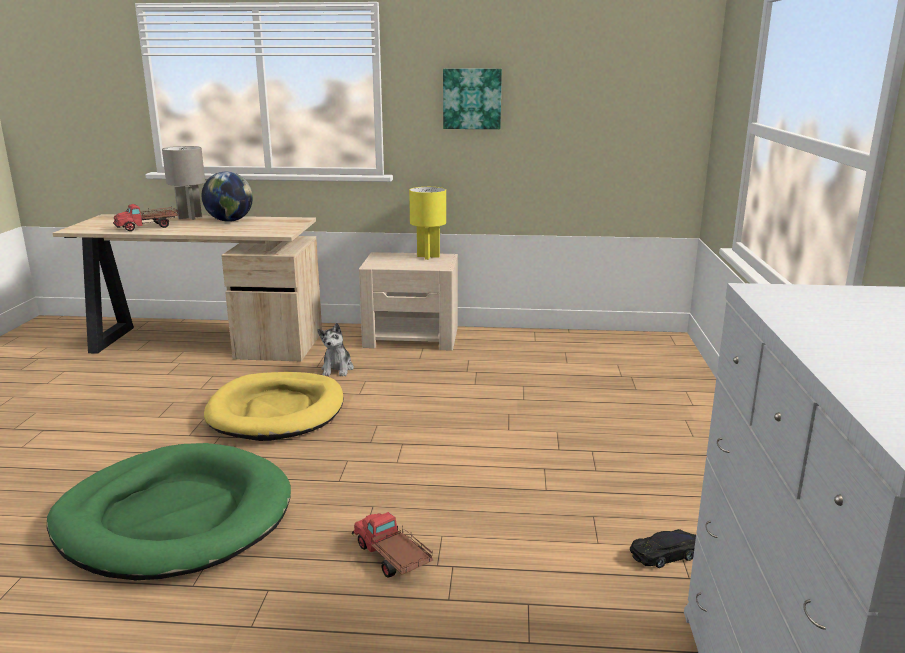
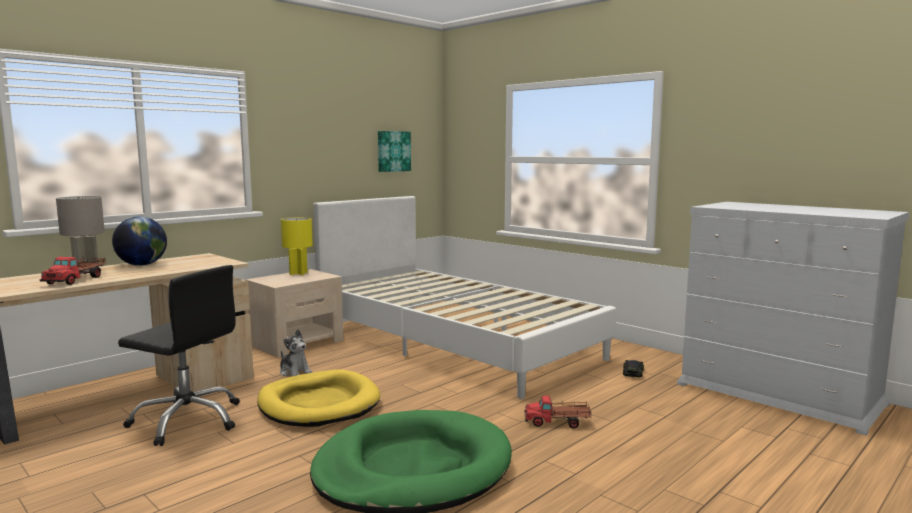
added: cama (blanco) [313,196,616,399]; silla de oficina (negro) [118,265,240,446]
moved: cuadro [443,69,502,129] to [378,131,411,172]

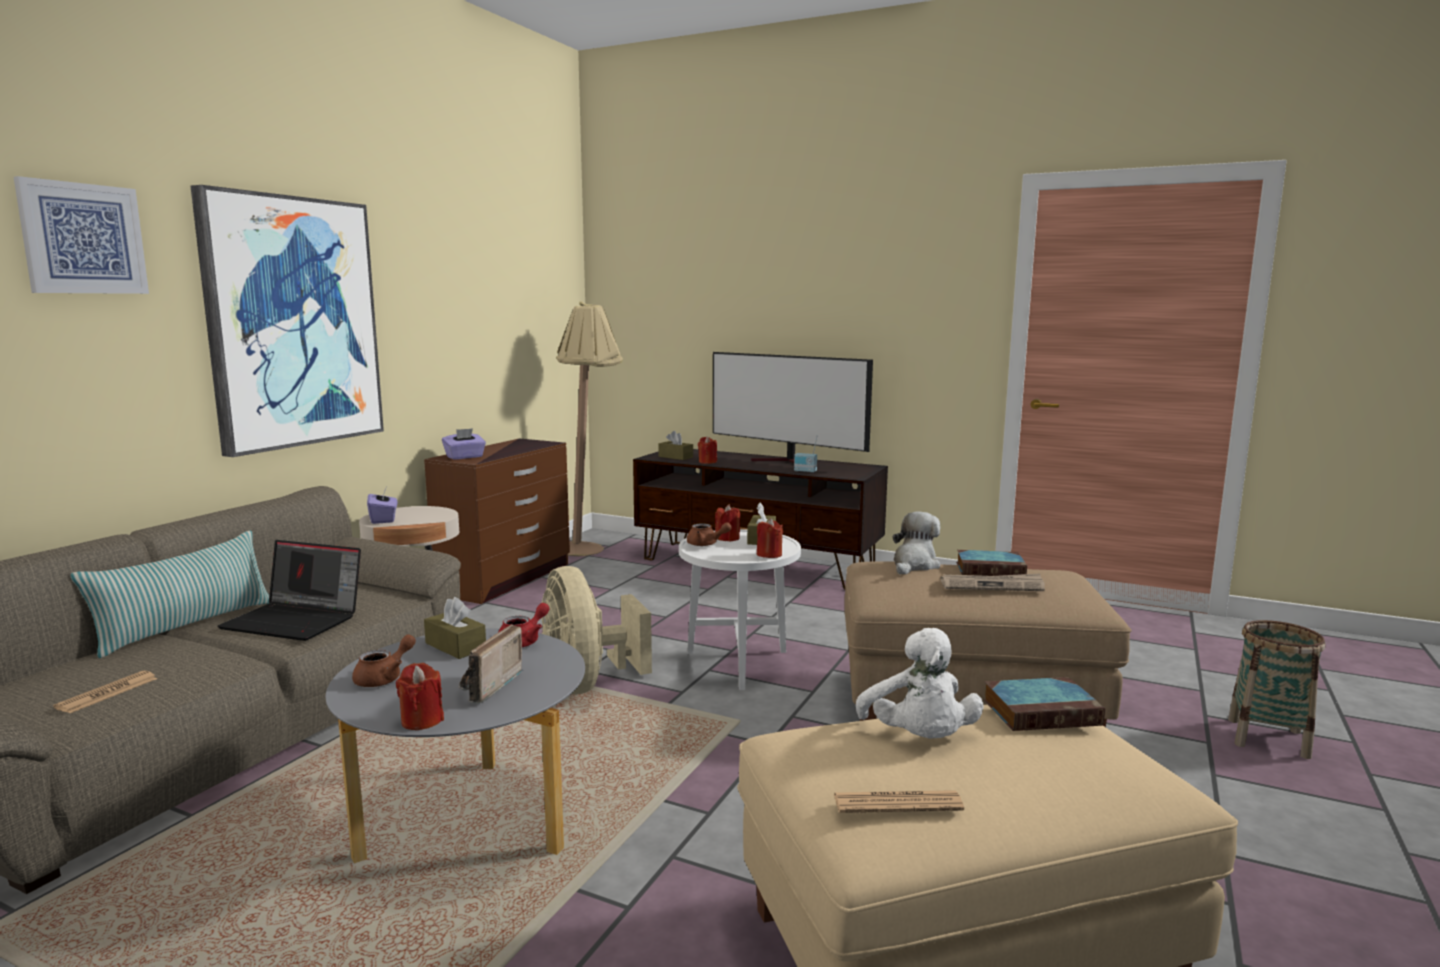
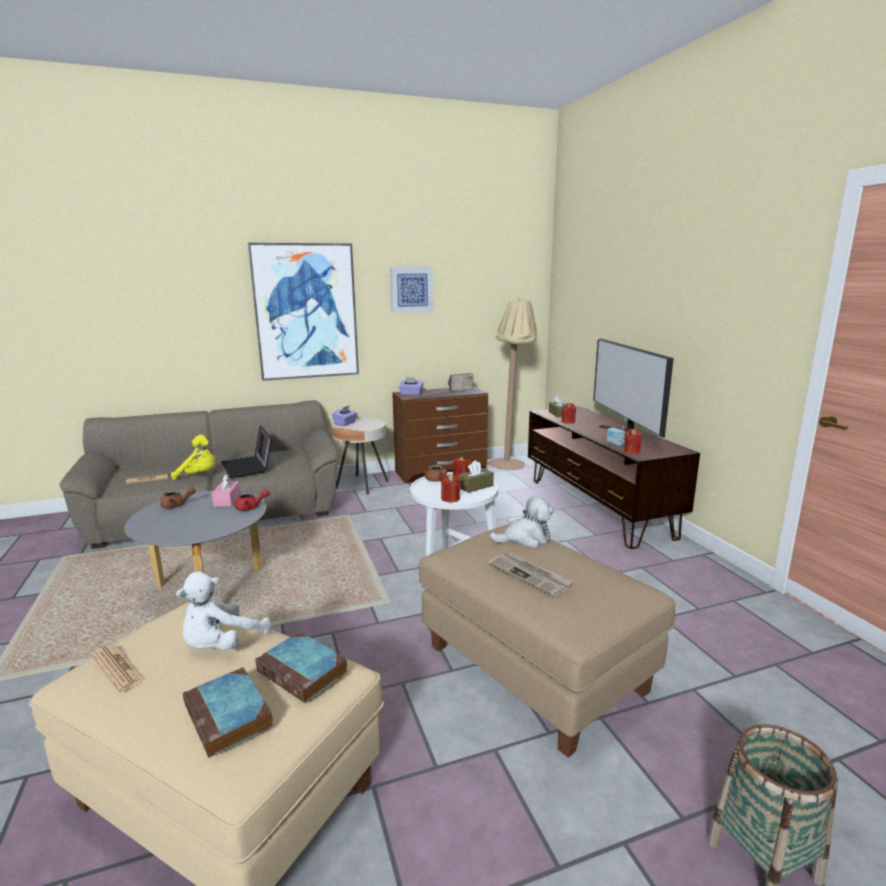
removed: cojín [71,531,270,658]; ventilador (beis) [541,566,652,695]
added: peluche (amarillo) [171,435,215,480]
moved: cuadro [14,176,149,294] to [390,267,434,313]; libro [956,550,1027,576] to [183,667,273,758]; radio [459,624,523,704] to [448,373,473,392]; vela (rojo) [396,663,444,730] to [624,429,642,454]
recoloured: caja de pañuelos (marrón) [424,597,486,659] to caja de pañuelos (rosa) [212,474,240,507]

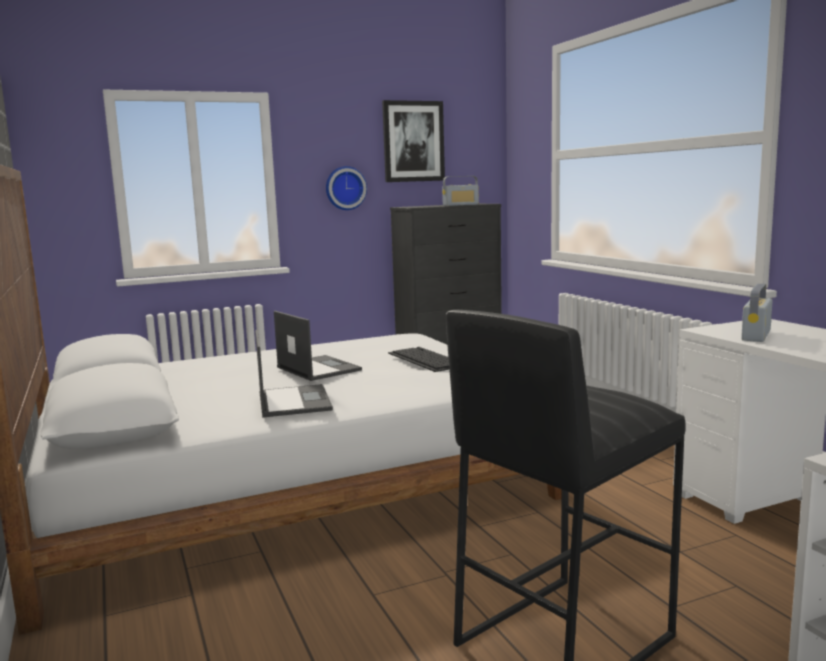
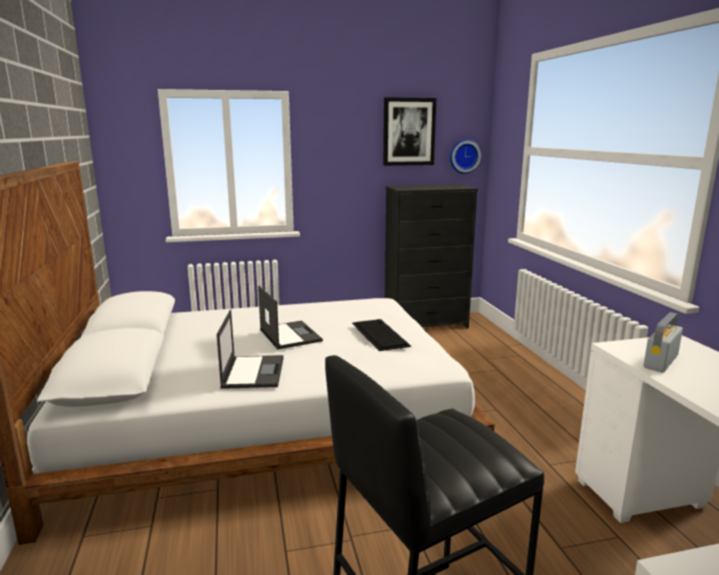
removed: radio [442,176,479,206]
moved: reloj de pared [326,166,367,210] to [450,139,481,174]

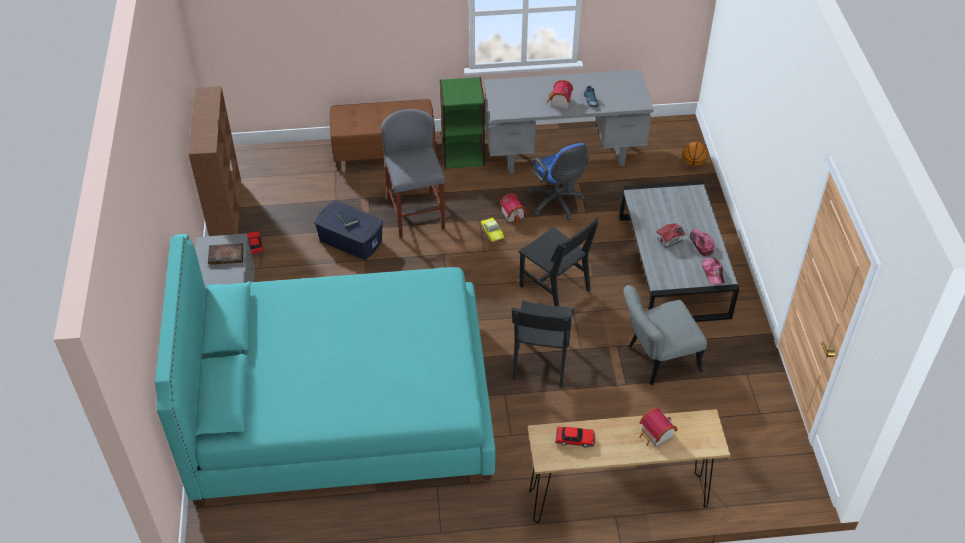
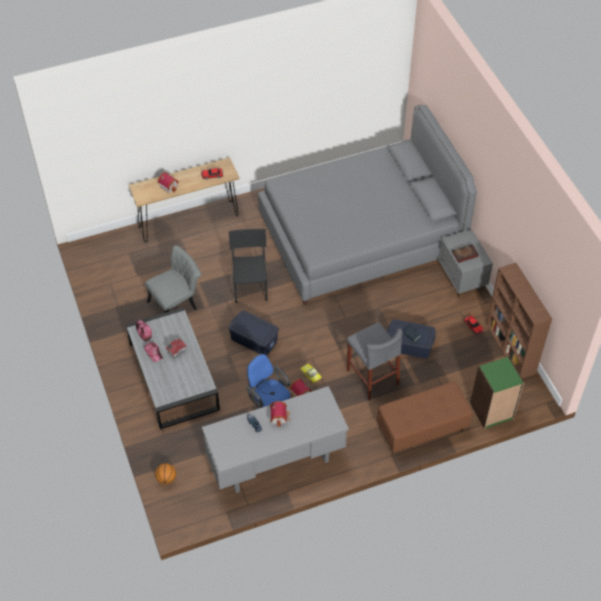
moved: estantería (verde) [440,77,485,169] to [470,356,524,429]
replaced: silla (negro) [518,217,598,307] to caja de almacenaje (azul) [229,311,279,355]
recoloured: cama (turquesa) [155,234,495,506] to cama (gris) [258,105,477,305]

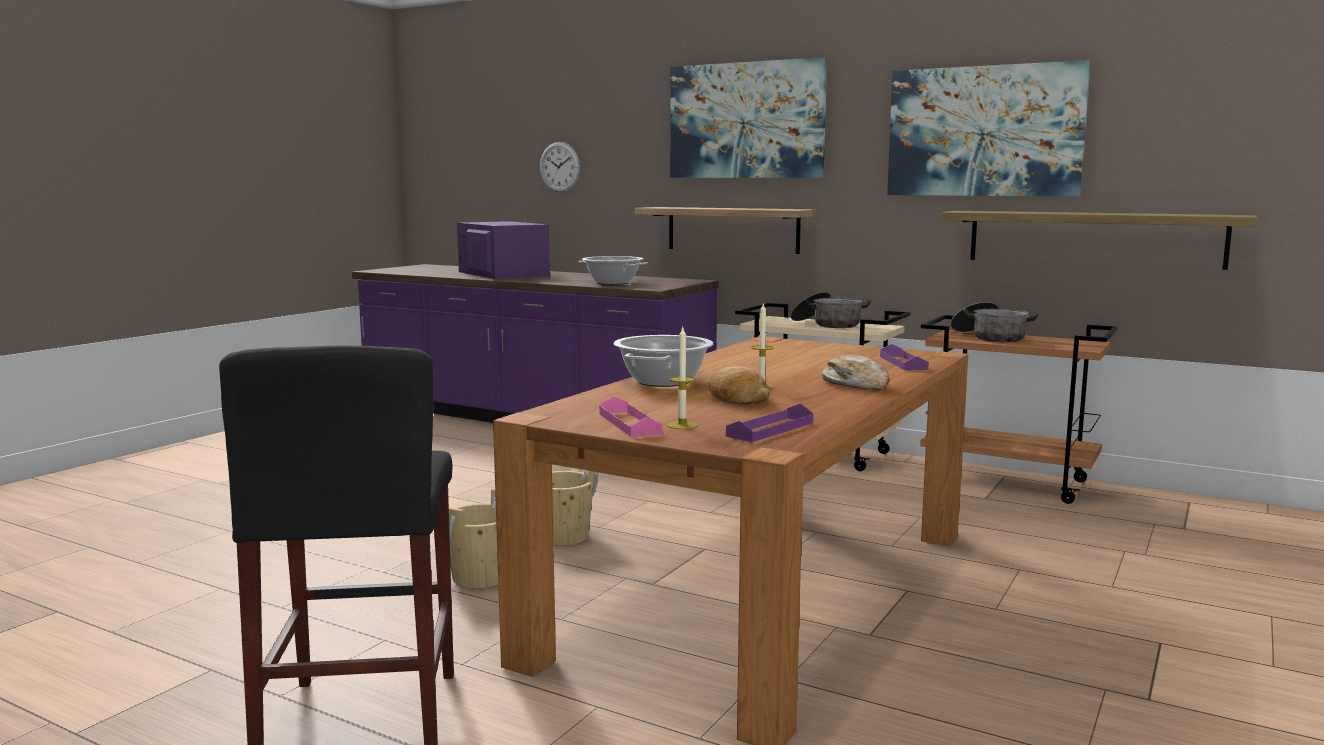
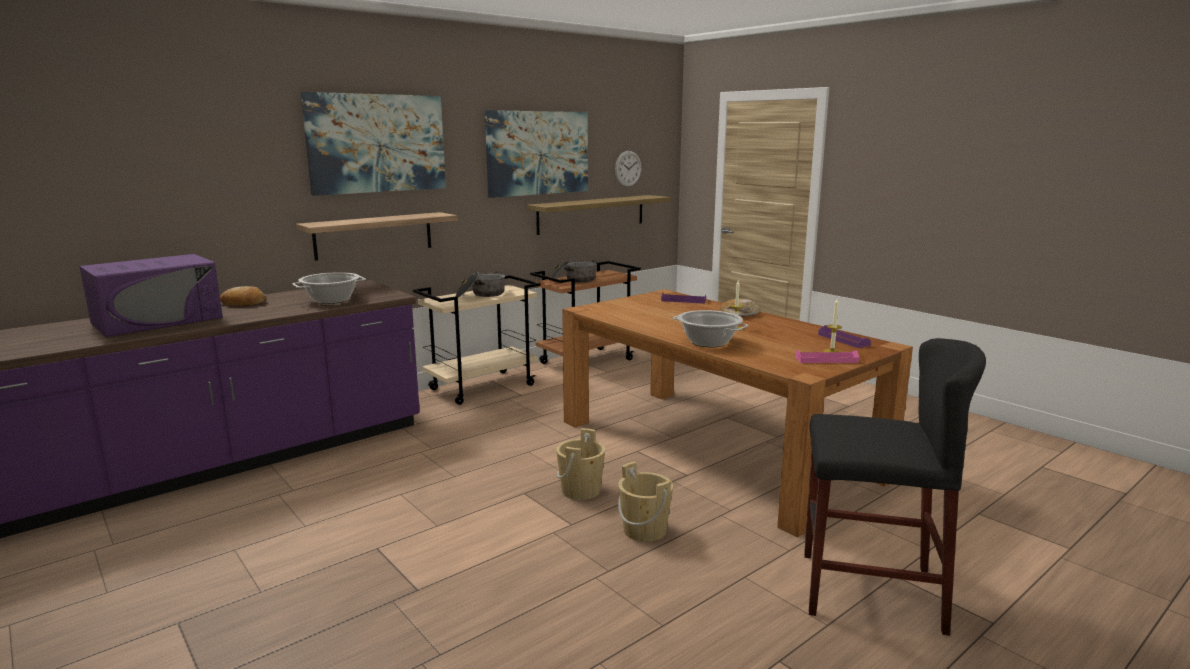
moved: reloj de pared [540,142,580,192] to [615,151,642,187]; pan [709,366,770,405] to [220,286,267,306]
turned: microondas (morado) [457,221,550,279] = [79,254,223,337] 150 degrees clockwise

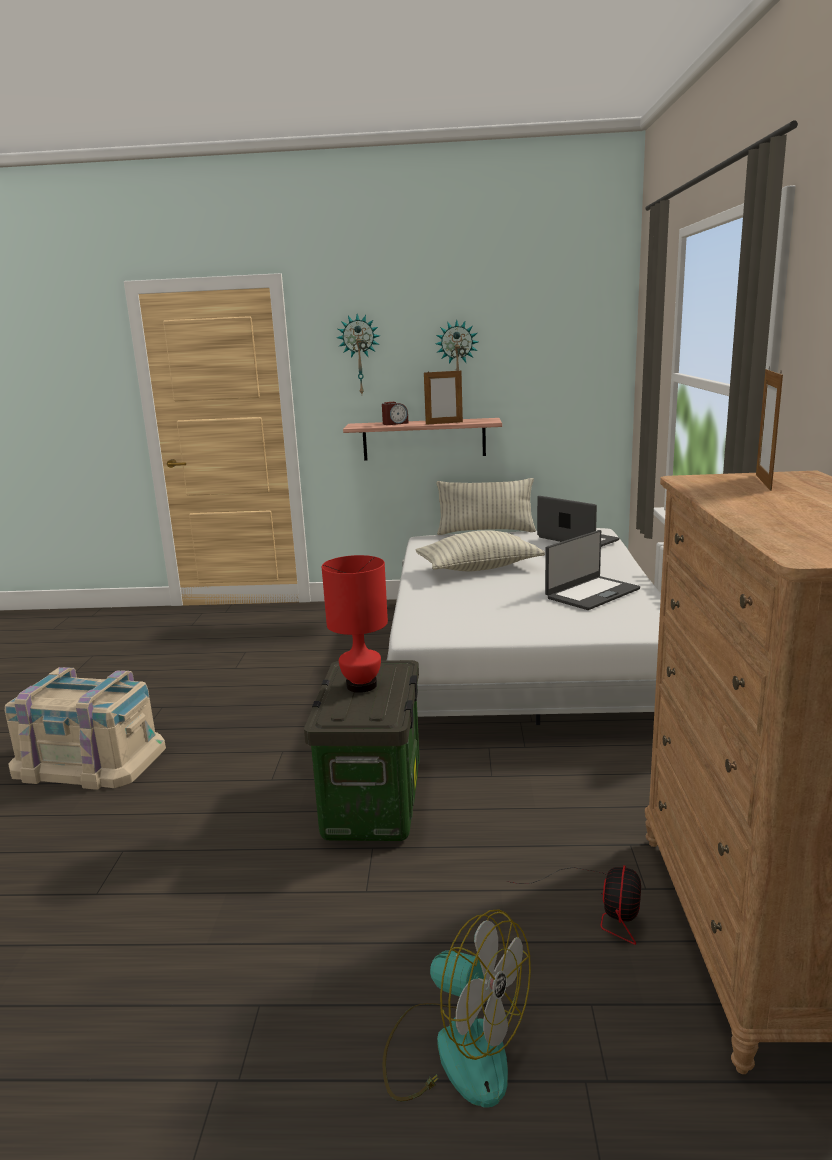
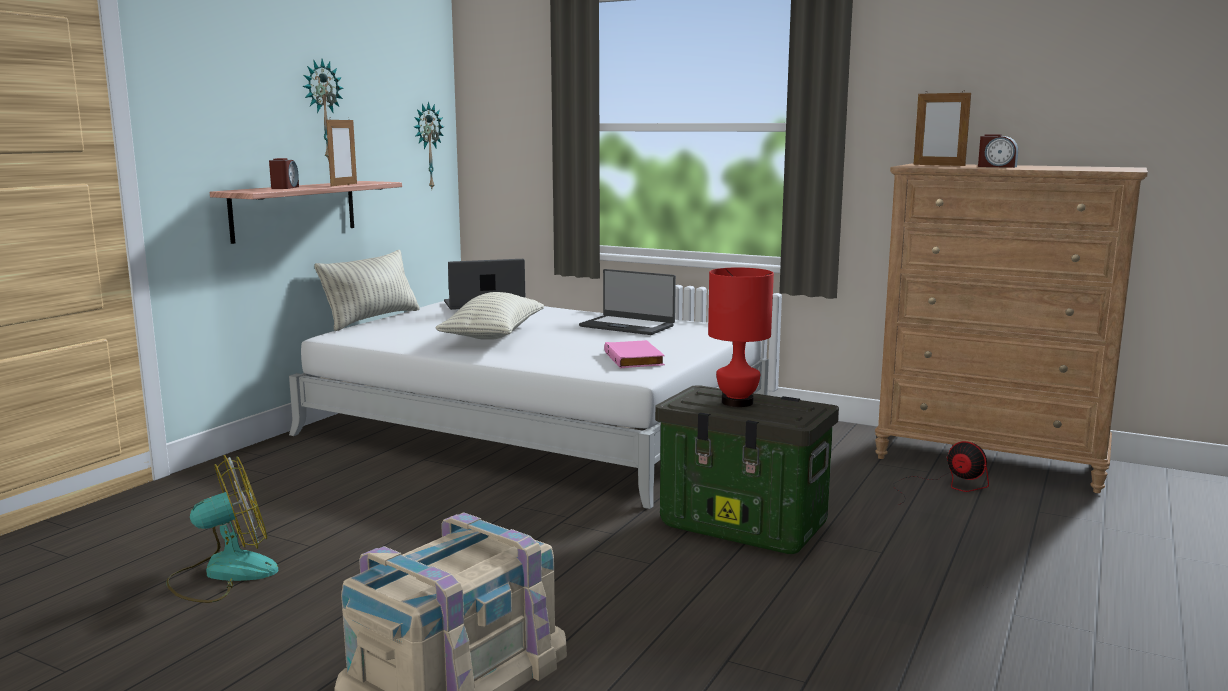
added: despertador [978,134,1018,168]; libro (rosa) [604,340,665,368]
moved: reloj de pared [337,314,380,394] to [414,102,444,188]; ventilador [382,909,531,1108] to [166,455,278,603]
turned: portátil [545,530,640,610] = [579,269,676,335] 135 degrees clockwise

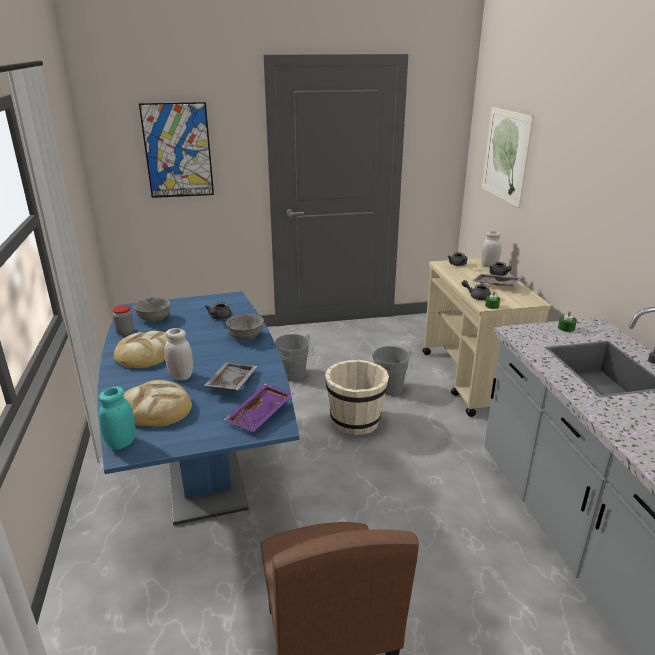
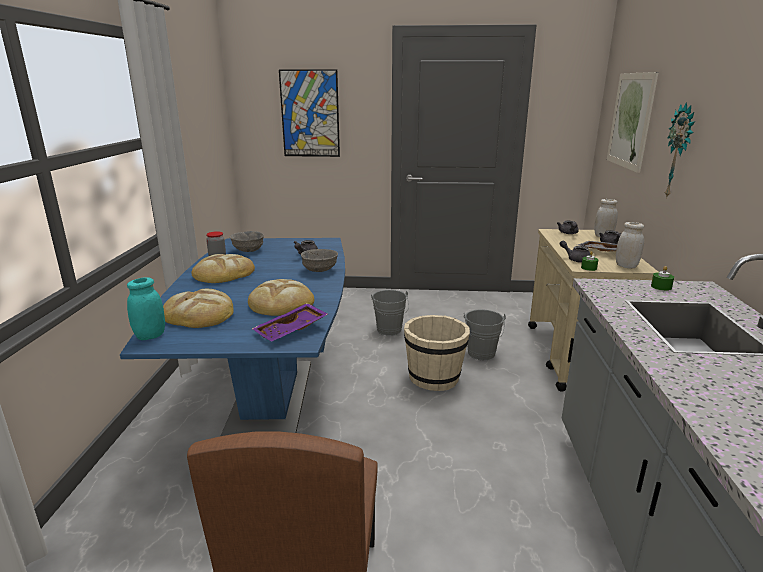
added: reloj de pared [665,102,695,199]
moved: tarro (blanco) [164,328,193,380] to [616,222,644,269]
replaced: bandeja (gris) [203,362,257,390] to pan [248,279,314,316]

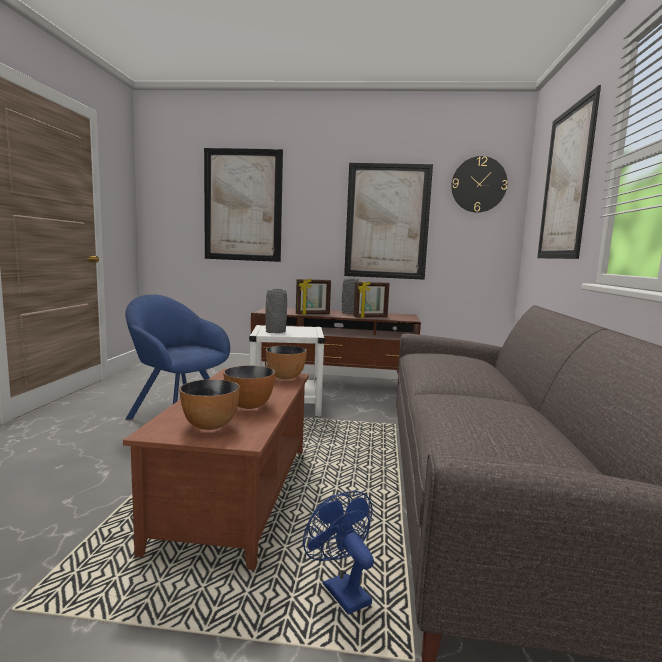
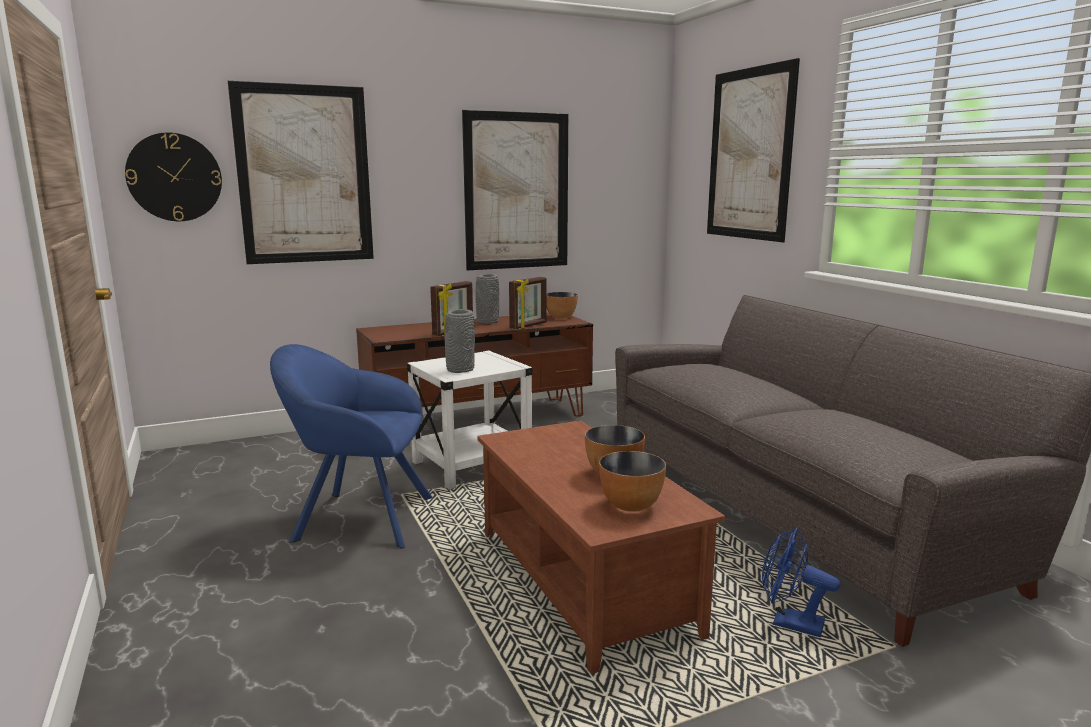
moved: reloj de pared [451,156,507,213] to [125,132,222,221]; cuenco [266,346,307,380] to [546,292,578,319]

